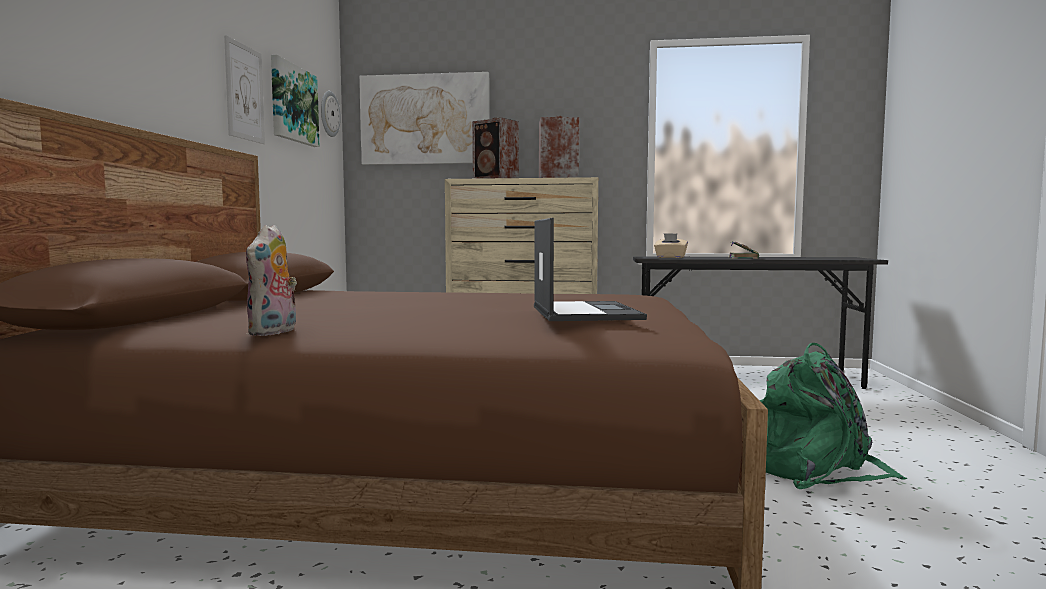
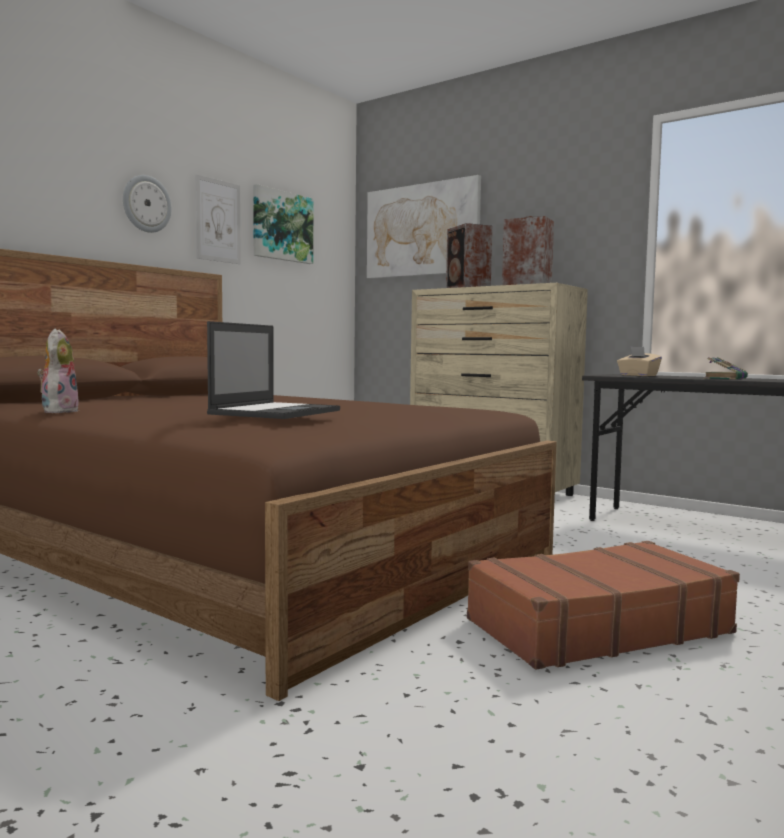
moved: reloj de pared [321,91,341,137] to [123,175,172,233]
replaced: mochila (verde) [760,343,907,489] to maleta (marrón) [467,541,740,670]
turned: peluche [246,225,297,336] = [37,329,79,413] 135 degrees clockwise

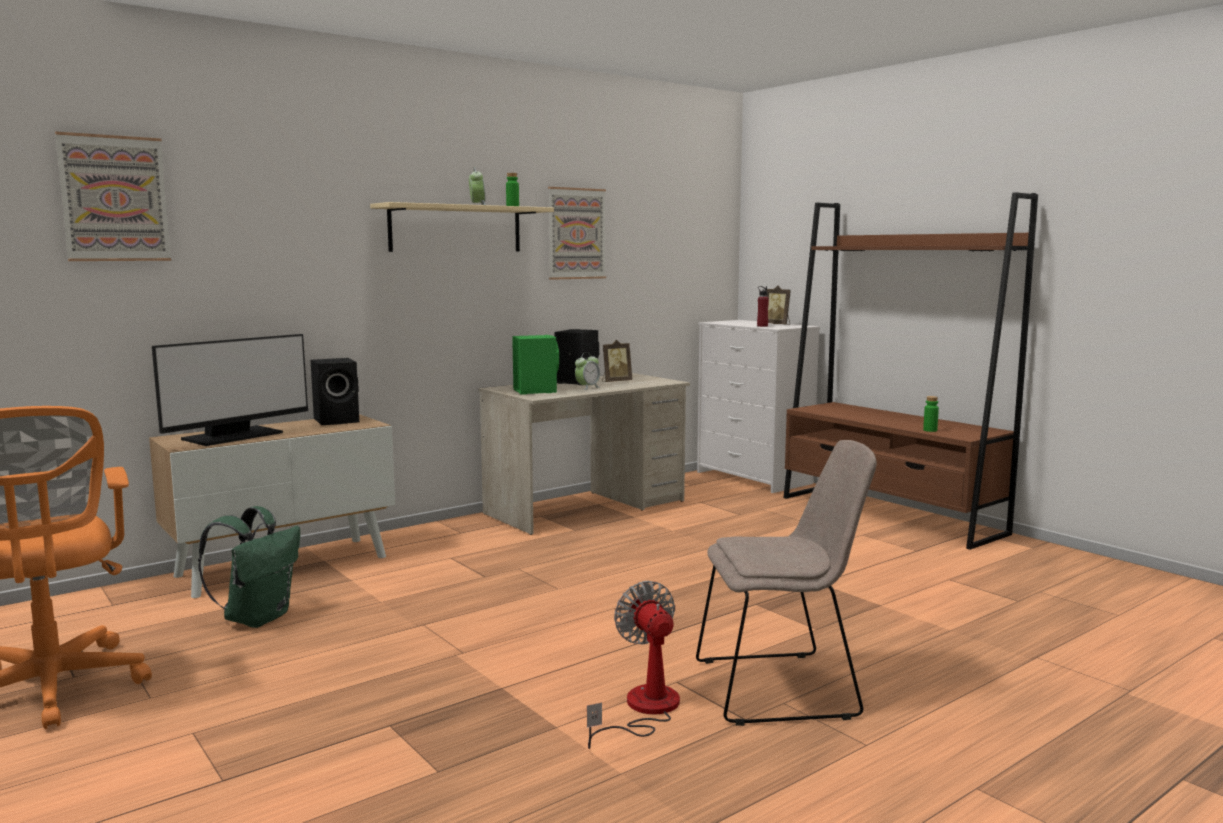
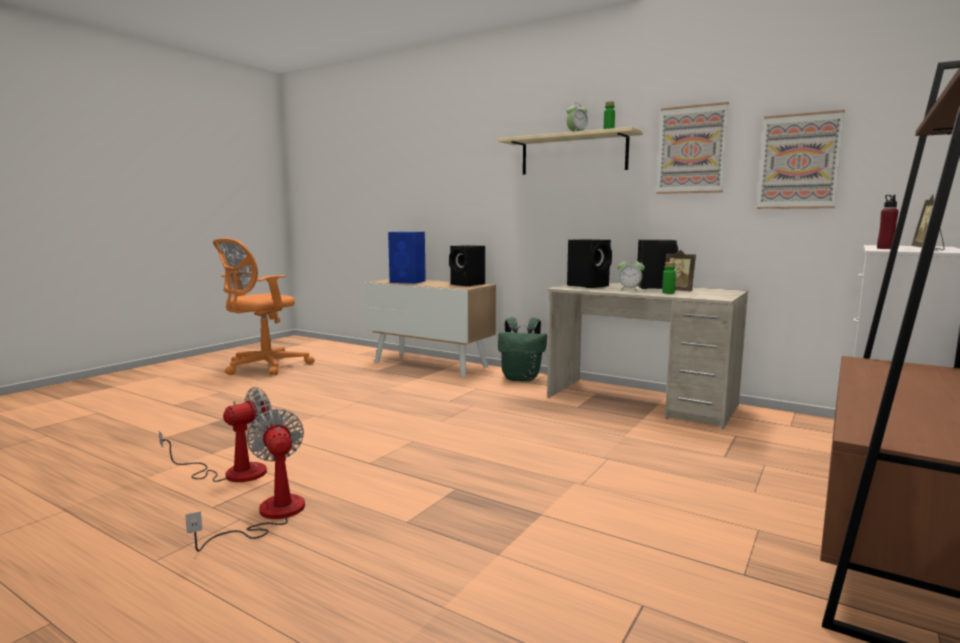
moved: cuadro [55,132,171,261] to [757,110,845,209]; botella (verde) [923,396,939,432] to [662,262,676,294]; mochila (verde) [198,506,300,628] to [498,317,547,381]
replaced: monitor [152,334,308,446] to altavoz (azul) [388,232,426,284]; silla (beis) [696,440,877,726] to ventilador [185,409,305,552]
recoloured: altavoz (verde) [512,335,559,395] to altavoz (negro) [567,239,612,288]

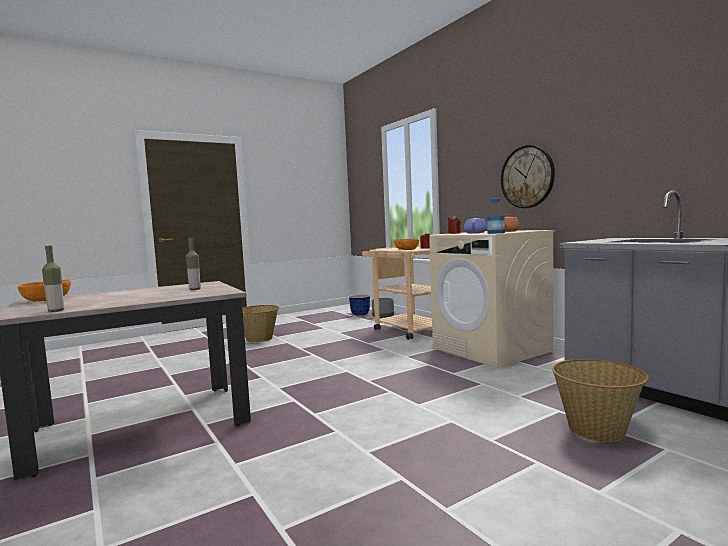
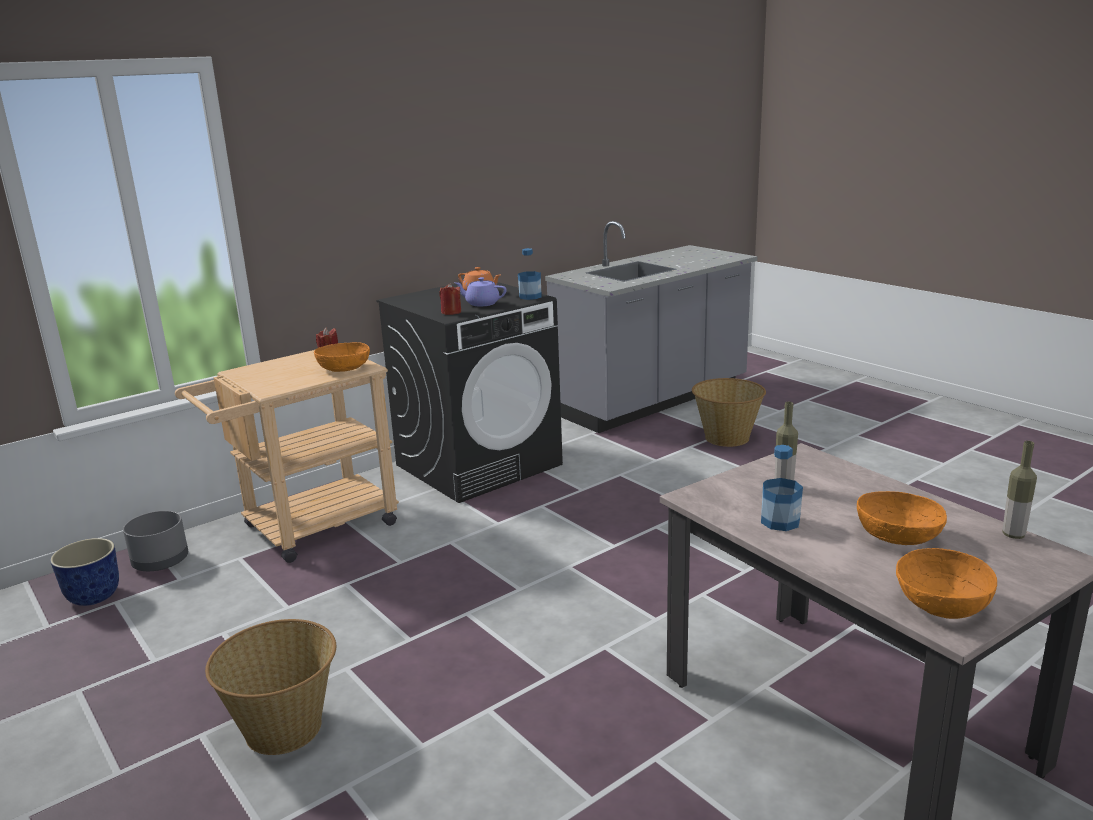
removed: reloj de pared [501,145,555,208]
added: botella [761,445,803,531]; cuenco (naranja) [857,491,947,545]
recoloured: lavadora (beis) [429,230,555,368] to lavadora (negro) [376,282,563,503]

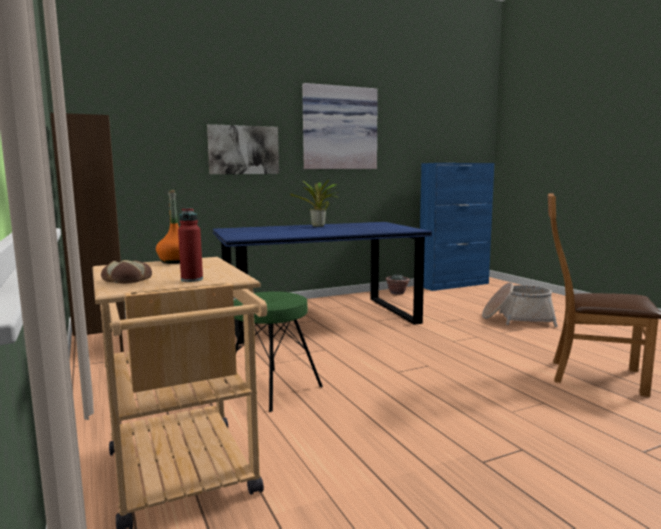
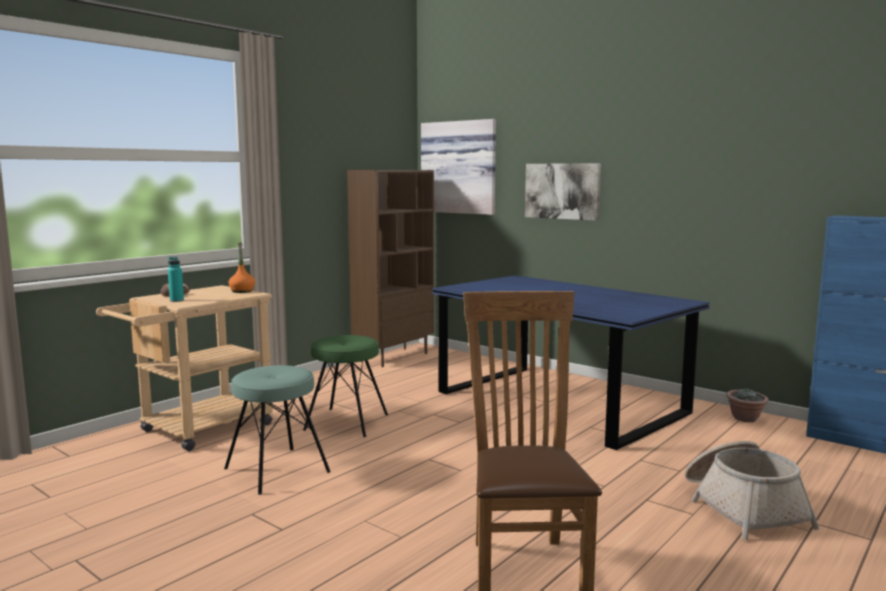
removed: planta en maceta [290,179,339,227]
added: taburete (turquesa) [224,365,331,495]
moved: cuadro [302,83,378,169] to [421,119,496,215]
recoloured: botella (rojo) [178,208,203,282] to botella (turquesa) [168,257,184,302]

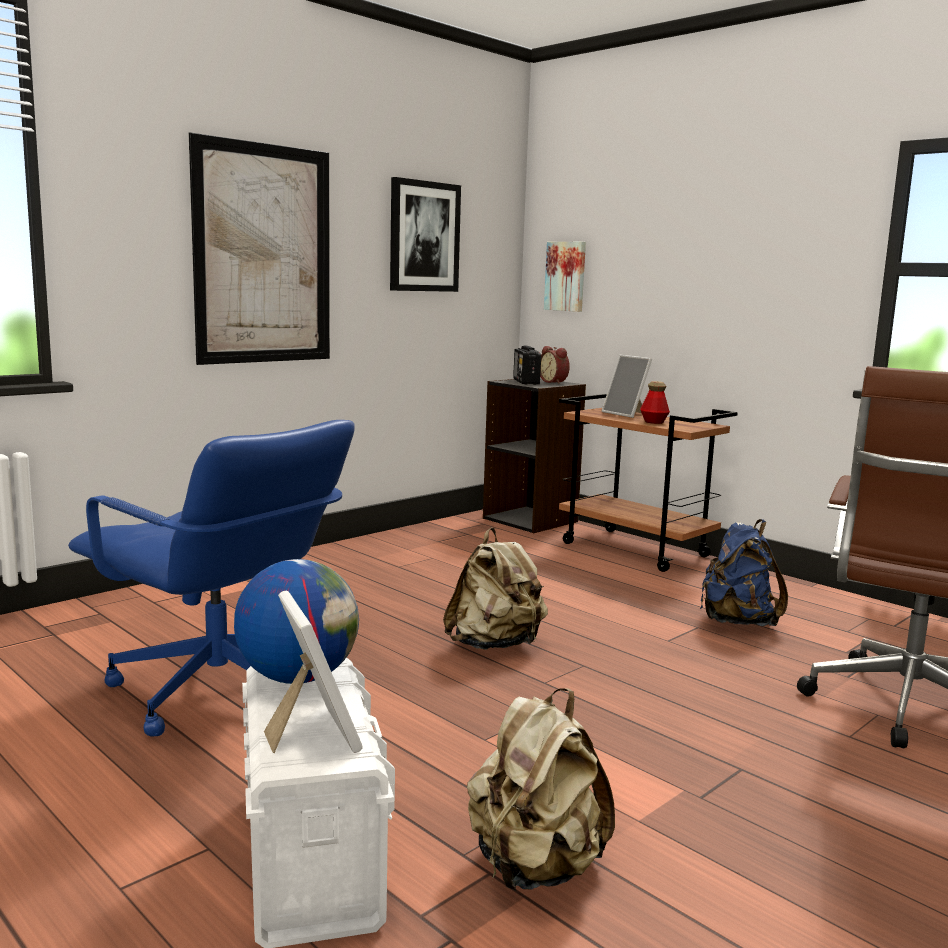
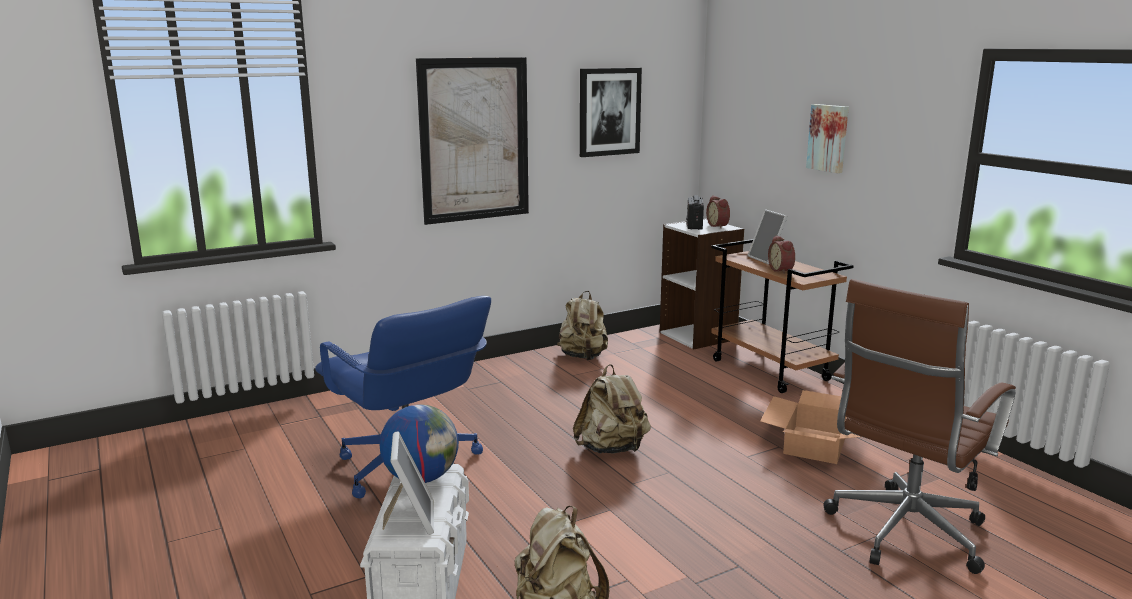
added: mochila (beis) [557,291,608,360]
moved: cuadro [544,242,586,312] to [806,104,849,173]
replaced: botella [640,381,670,424] to despertador [768,235,795,274]; mochila (azul) [700,519,788,626] to caja de cartón [760,390,861,464]
recoloured: estantería (negro) [483,379,586,533] to estantería (blanco) [660,219,744,349]

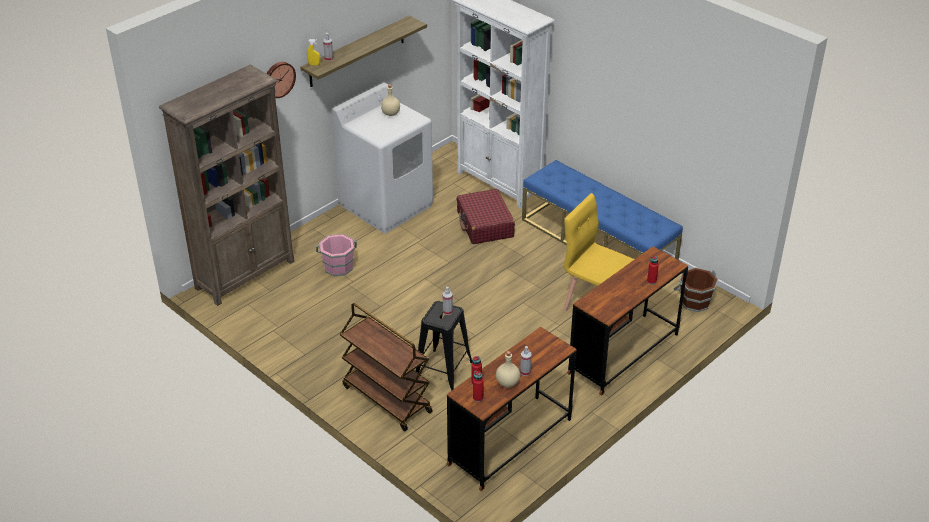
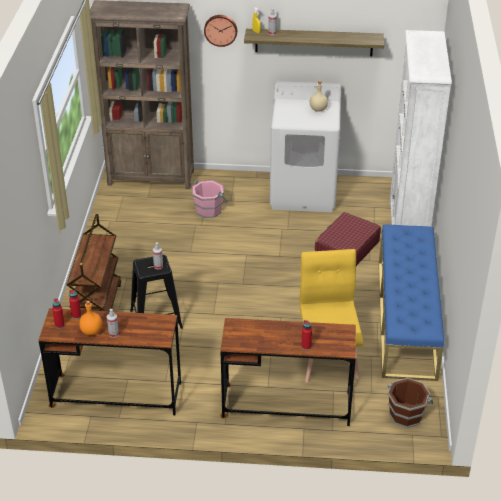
recoloured: botella (beis) [496,351,520,388] to botella (naranja) [79,301,102,335]

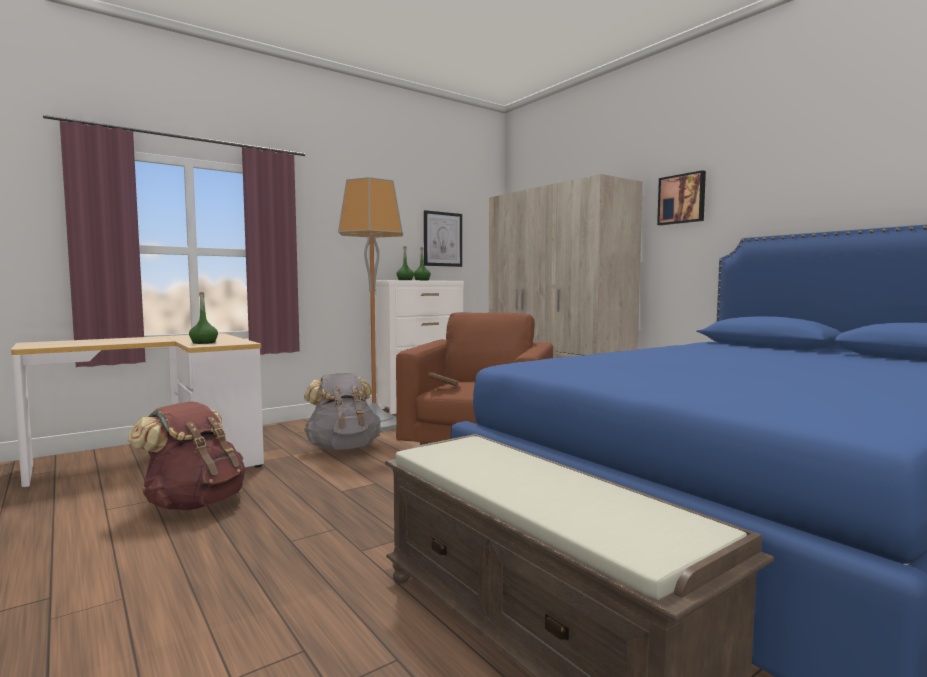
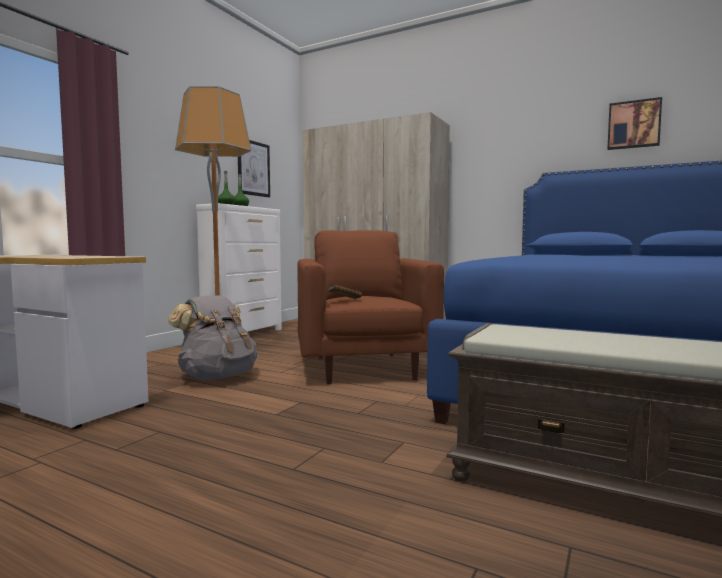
removed: botella (verde) [189,292,218,344]; mochila (marrón) [128,402,245,510]
moved: cuadro [657,170,706,225] to [607,97,662,150]

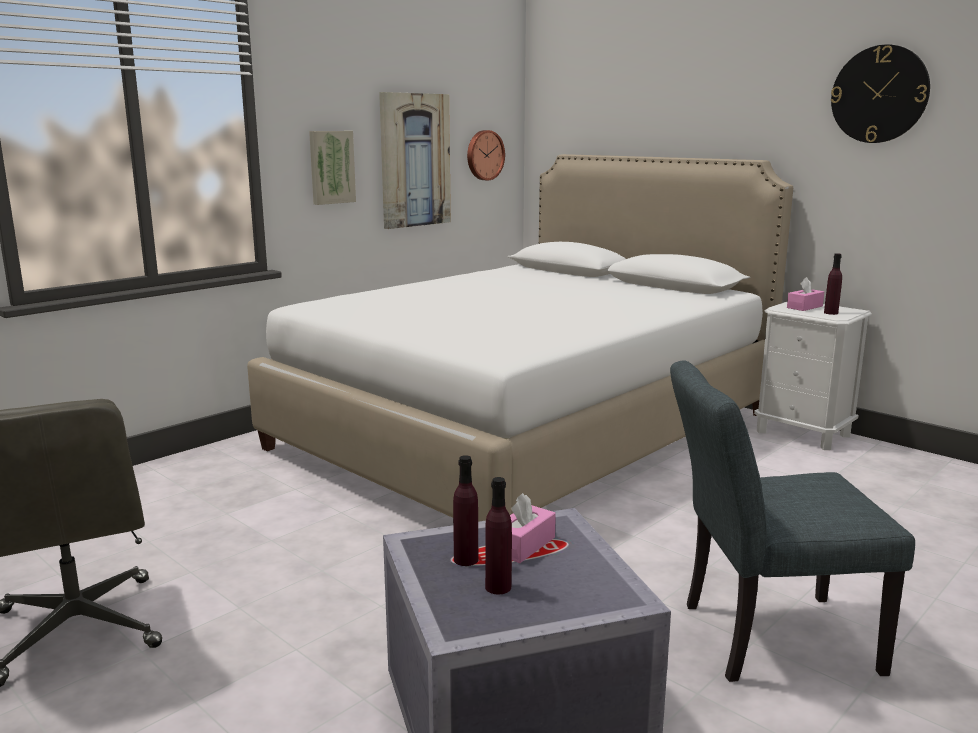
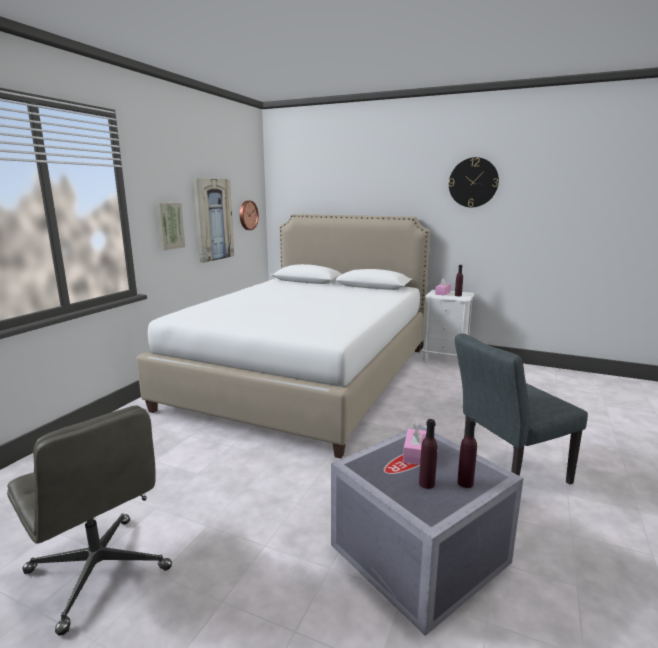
moved: botella (morado) [453,455,478,566] to [457,418,477,488]

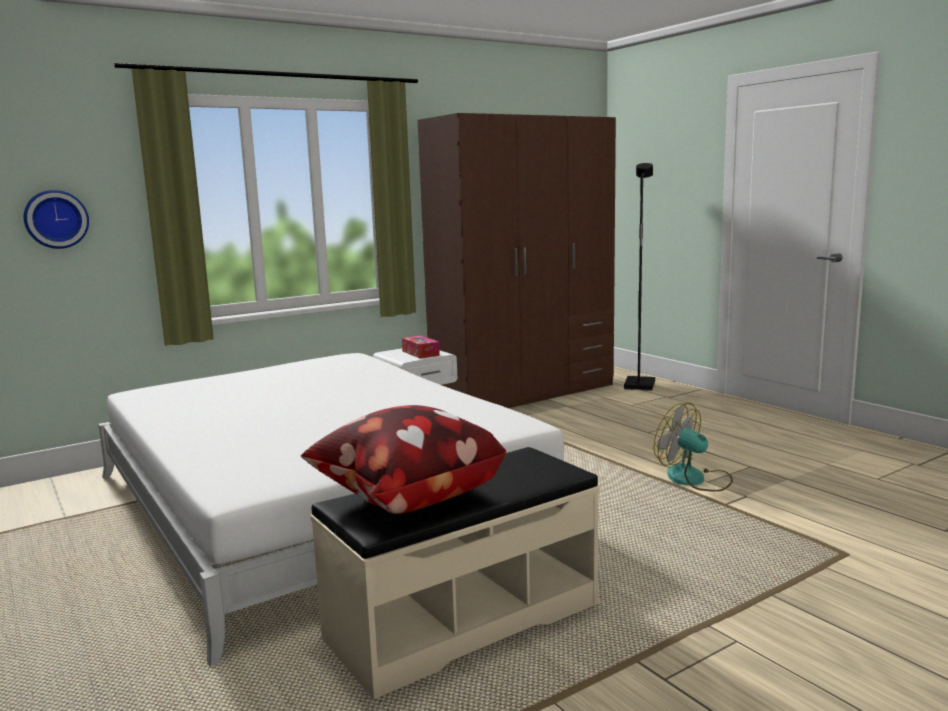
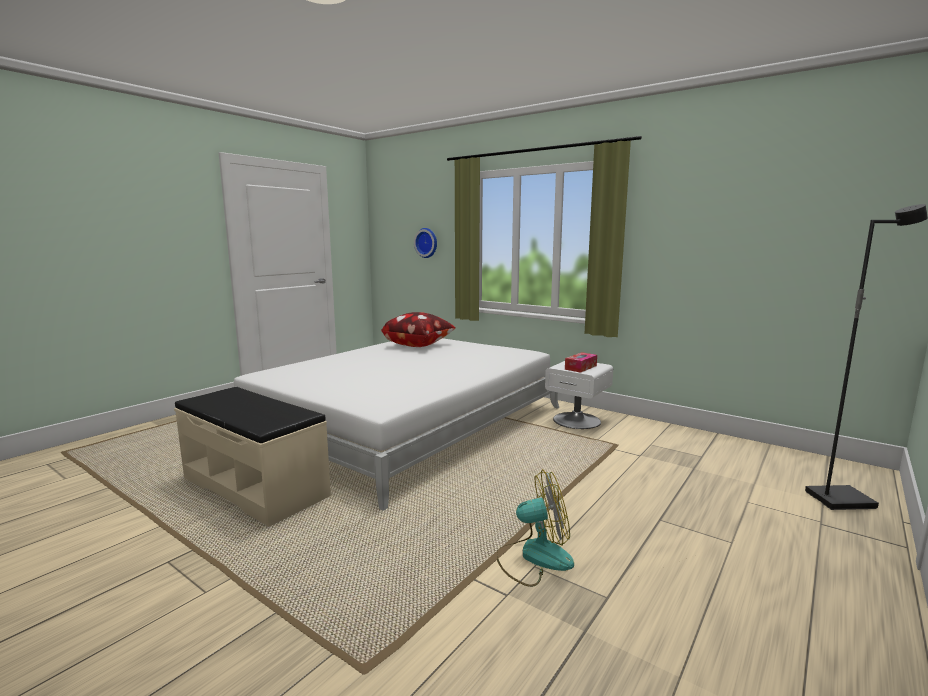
removed: armario ropero (marrón) [418,113,616,408]
moved: cojín [301,405,506,514] to [381,312,456,347]
turned: ventilador [654,403,733,492] = [497,469,574,587] 60 degrees clockwise

